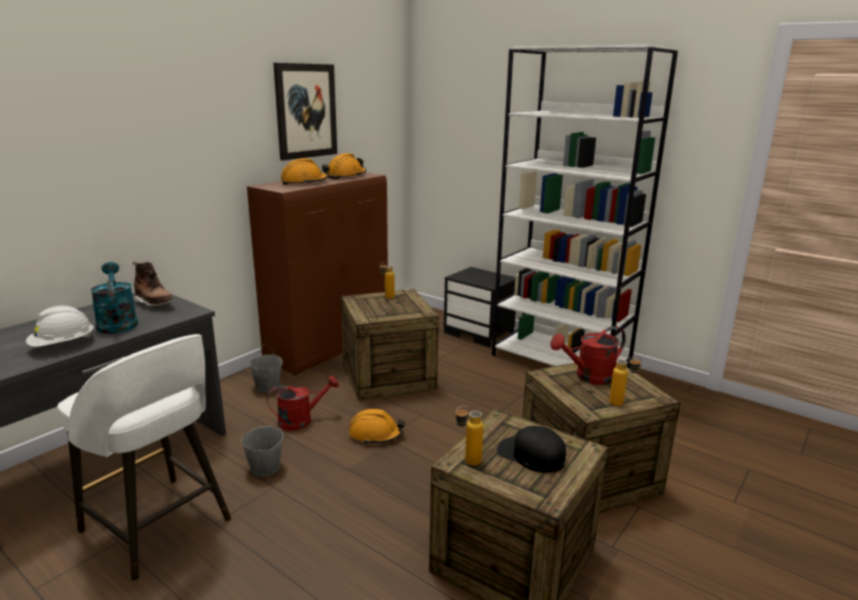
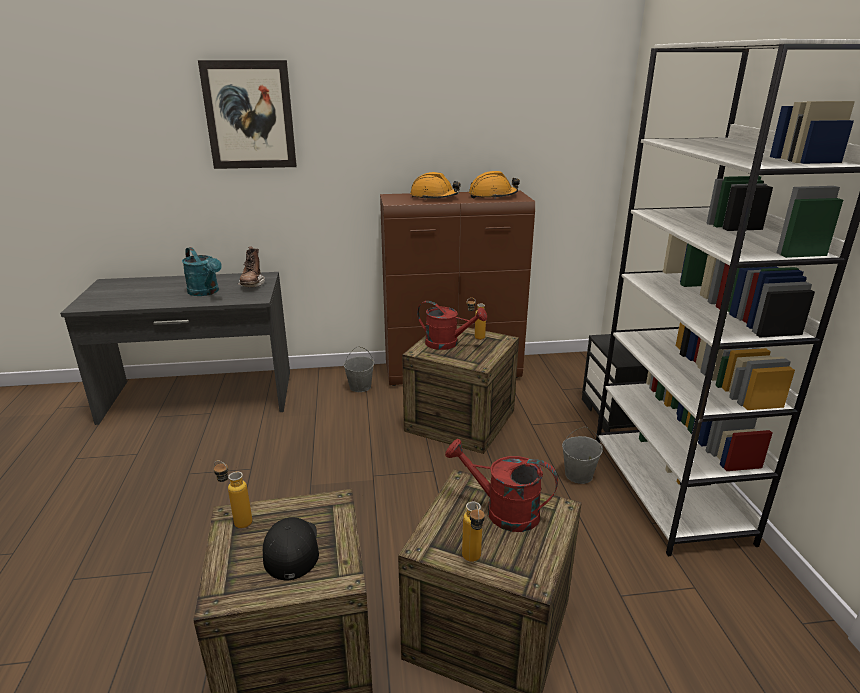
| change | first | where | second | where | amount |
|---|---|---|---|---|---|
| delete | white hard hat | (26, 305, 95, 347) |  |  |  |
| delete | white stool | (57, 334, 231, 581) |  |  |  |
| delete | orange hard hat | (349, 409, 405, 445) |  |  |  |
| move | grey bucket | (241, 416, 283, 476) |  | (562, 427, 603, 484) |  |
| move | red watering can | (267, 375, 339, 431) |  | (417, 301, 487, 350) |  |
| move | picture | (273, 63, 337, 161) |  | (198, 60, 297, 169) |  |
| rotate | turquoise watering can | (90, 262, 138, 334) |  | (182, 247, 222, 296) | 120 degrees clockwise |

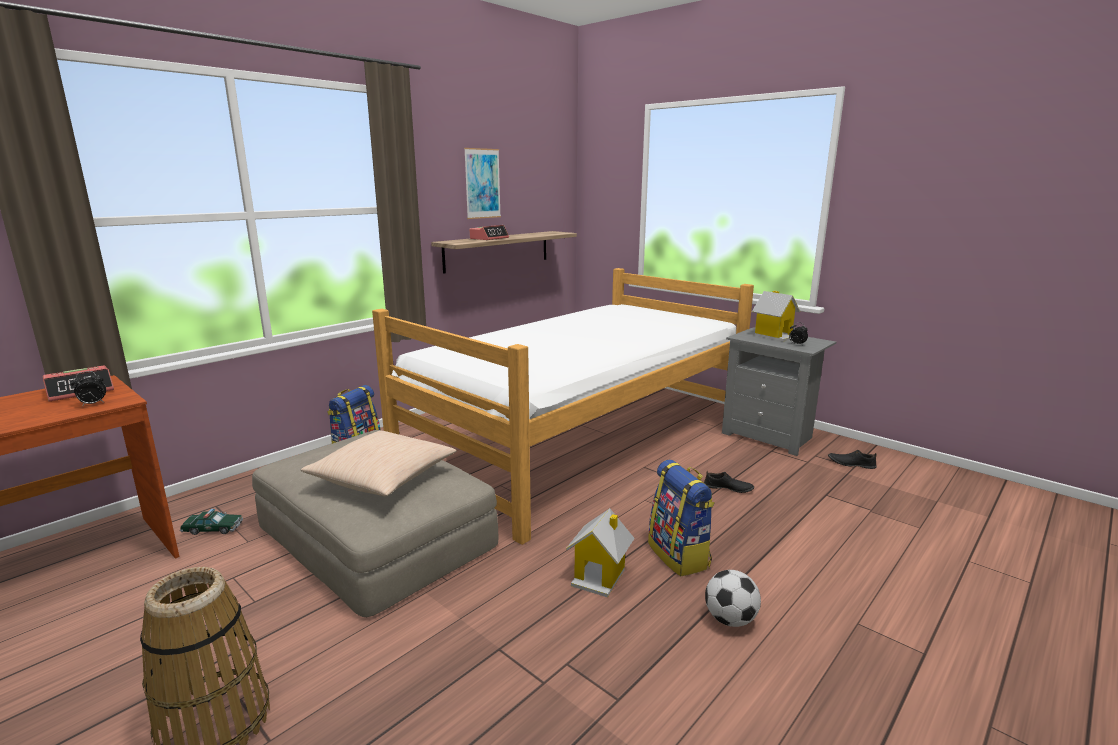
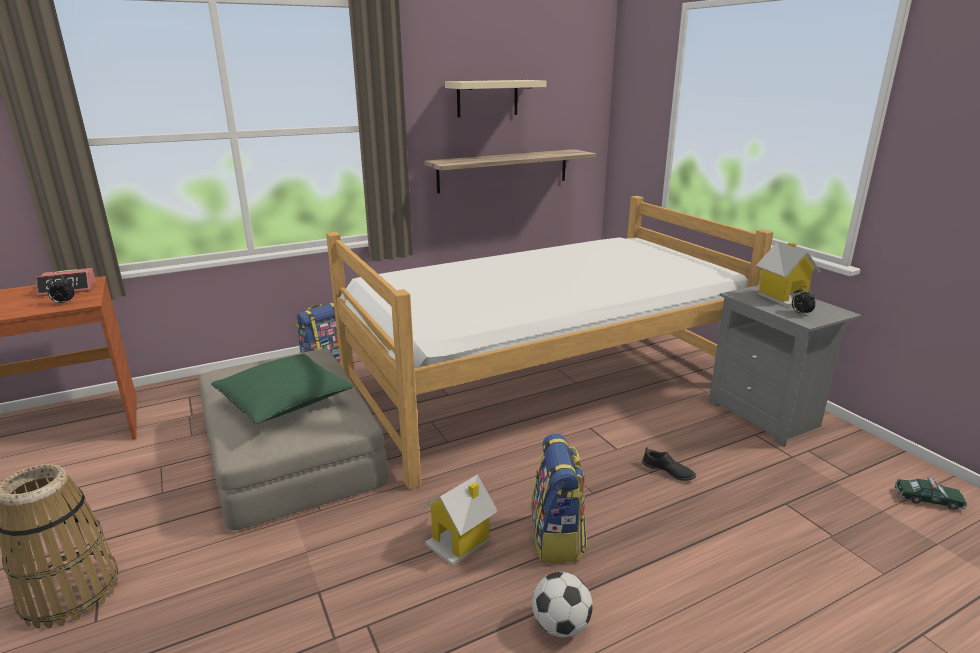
| change | first | where | second | where | amount |
|---|---|---|---|---|---|
| delete | alarm clock | (469, 225, 509, 240) |  |  |  |
| delete | black shoe | (828, 450, 877, 469) |  |  |  |
| move | toy car | (180, 509, 243, 535) |  | (895, 478, 967, 510) |  |
| replace | picture | (464, 148, 501, 219) | beige shelf | (445, 80, 546, 117) |  |
| recolor | beige pillow | (301, 431, 457, 496) | green pillow | (211, 354, 354, 424) |  |

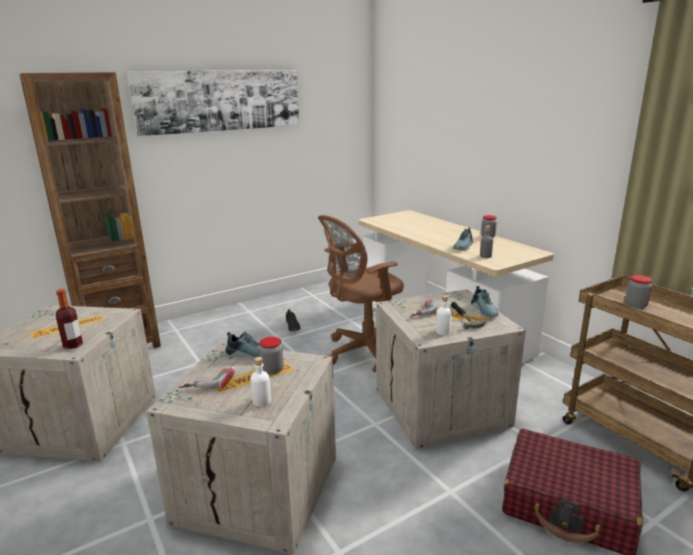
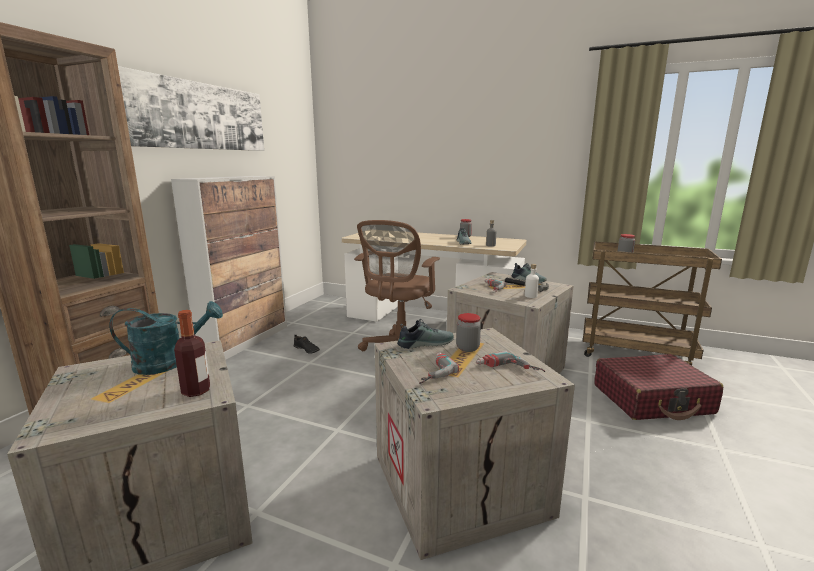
| change | first | where | second | where | amount |
|---|---|---|---|---|---|
| insert |  |  | turquoise watering can | (109, 301, 223, 375) |  |
| insert |  |  | cabinet | (171, 176, 287, 360) |  |
| replace | white bottle | (251, 357, 271, 407) | power drill | (476, 351, 545, 372) |  |

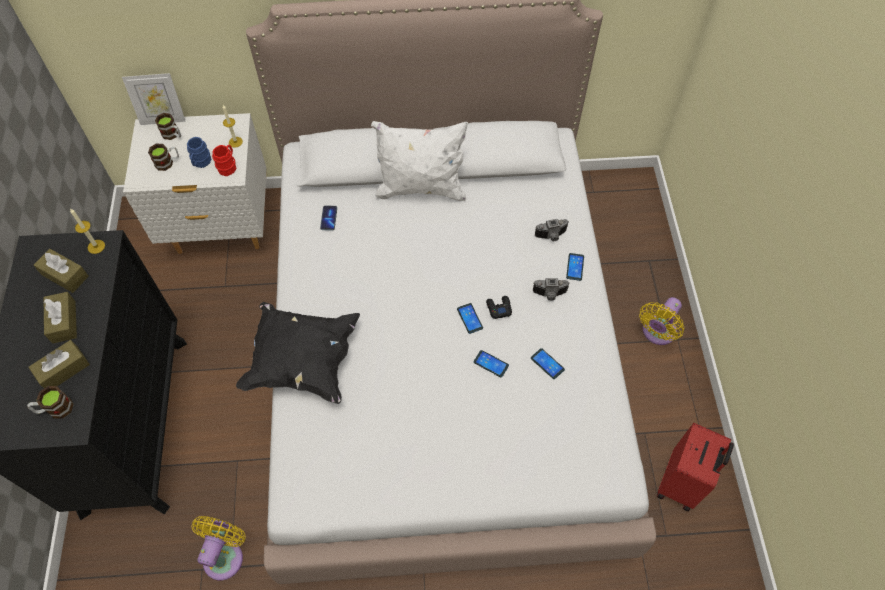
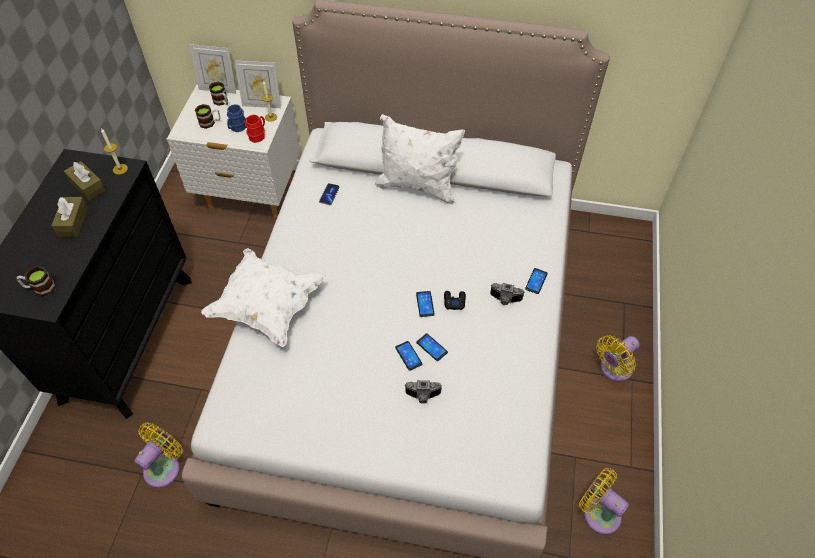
| change | first | where | second | where | amount |
|---|---|---|---|---|---|
| delete | brown tissue box | (28, 340, 90, 388) |  |  |  |
| insert |  |  | picture frame | (234, 60, 281, 108) |  |
| move | phone | (531, 348, 565, 379) |  | (395, 341, 422, 371) |  |
| move | photo camera | (535, 219, 569, 241) |  | (404, 380, 442, 404) |  |
| replace | red suitcase | (657, 423, 734, 511) | yellow fan | (579, 468, 629, 535) |  |
| recolor | black pillow | (236, 302, 360, 404) | white pillow | (201, 248, 326, 347) |  |

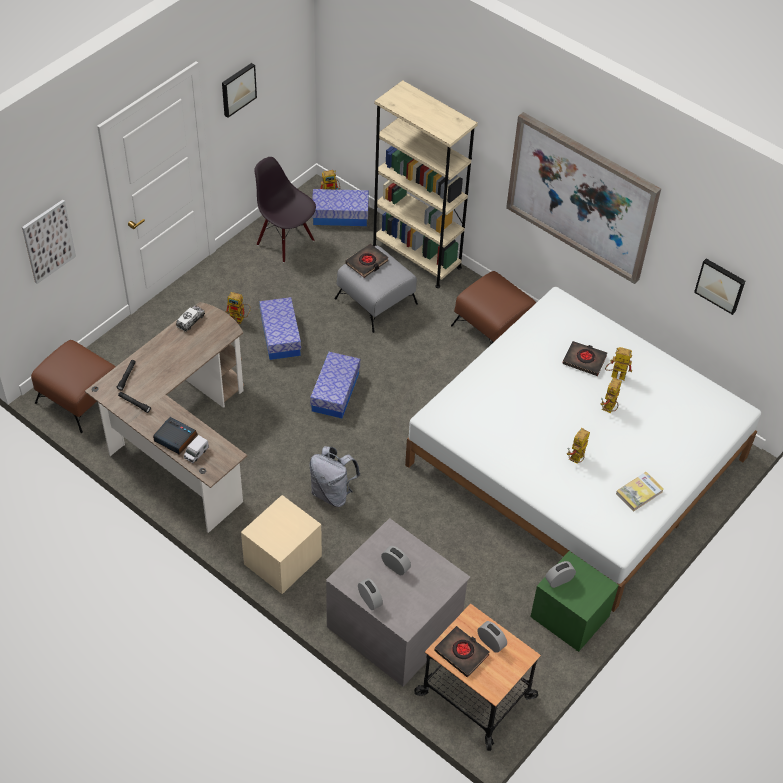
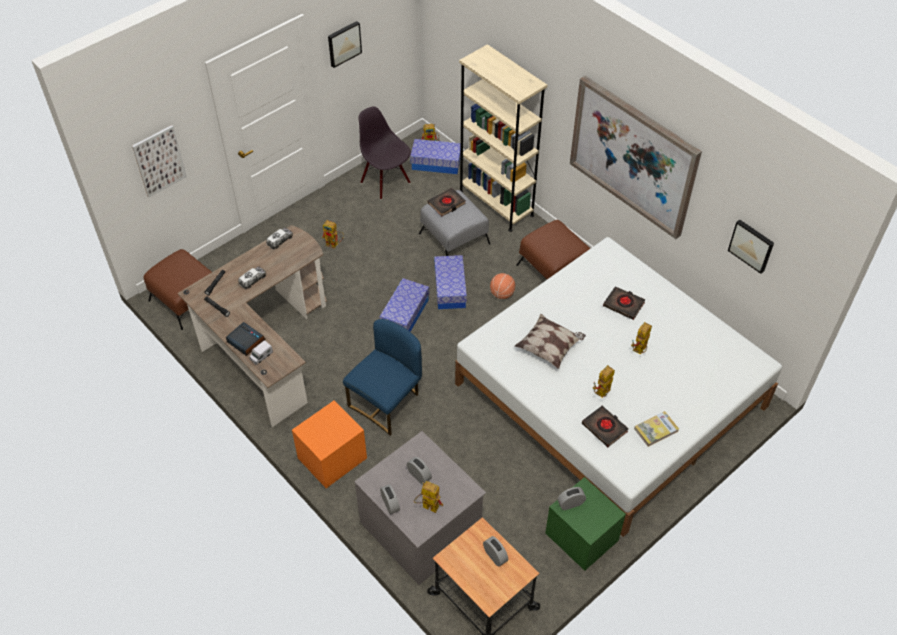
| change | first | where | second | where | amount |
|---|---|---|---|---|---|
| insert |  |  | toy truck | (238, 267, 267, 290) |  |
| insert |  |  | basketball | (490, 273, 515, 299) |  |
| insert |  |  | pillow | (515, 314, 586, 369) |  |
| move | storage box | (259, 297, 301, 360) |  | (434, 255, 467, 309) |  |
| move | black book | (434, 626, 490, 677) |  | (582, 406, 629, 447) |  |
| move | toy robot | (605, 347, 632, 380) |  | (414, 481, 443, 513) |  |
| replace | grey backpack | (310, 446, 360, 507) | blue chair | (343, 319, 422, 435) |  |
| recolor | beige nightstand | (241, 495, 322, 594) | orange nightstand | (292, 400, 367, 488) |  |

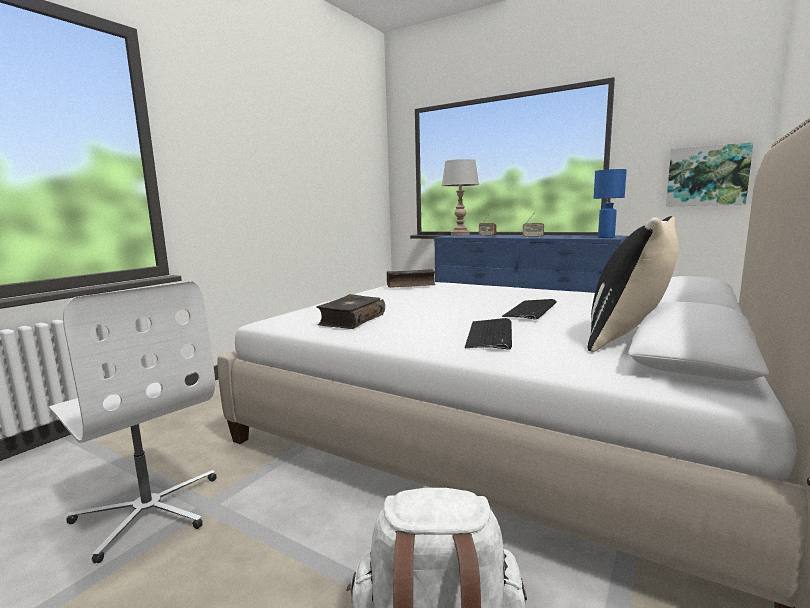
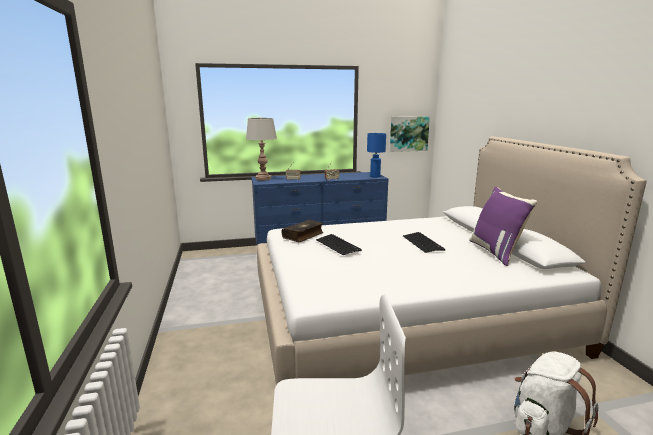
| change | first | where | second | where | amount |
|---|---|---|---|---|---|
| delete | book | (317, 294, 385, 329) |  |  |  |
| move | keyboard | (465, 318, 512, 349) |  | (316, 234, 362, 255) |  |
| recolor | black pillow | (588, 216, 679, 352) | purple pillow | (469, 187, 538, 266) |  |

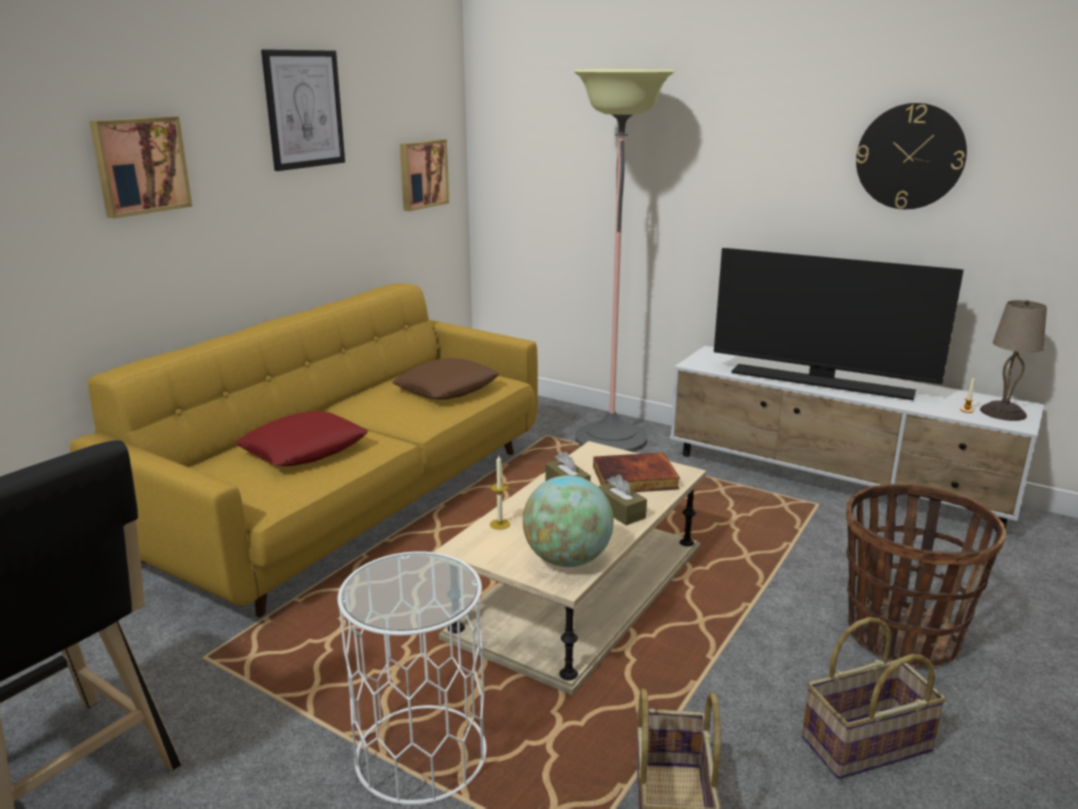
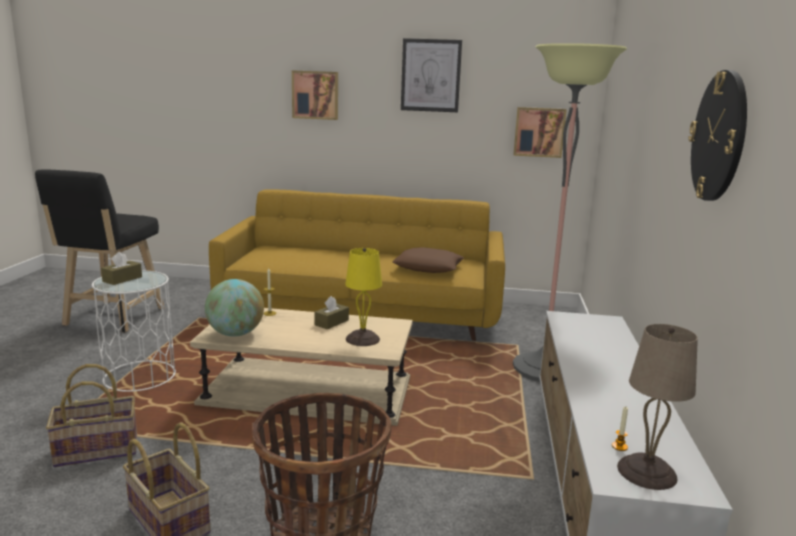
| change | first | where | second | where | amount |
|---|---|---|---|---|---|
| delete | red pillow | (235, 411, 368, 466) |  |  |  |
| delete | television | (714, 248, 964, 401) |  |  |  |
| move | brown tissue box | (598, 474, 647, 525) |  | (101, 252, 142, 285) |  |
| replace | book | (593, 452, 680, 492) | yellow table lamp | (345, 248, 382, 346) |  |

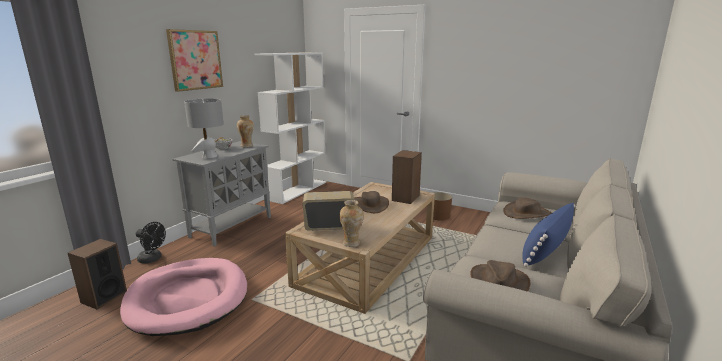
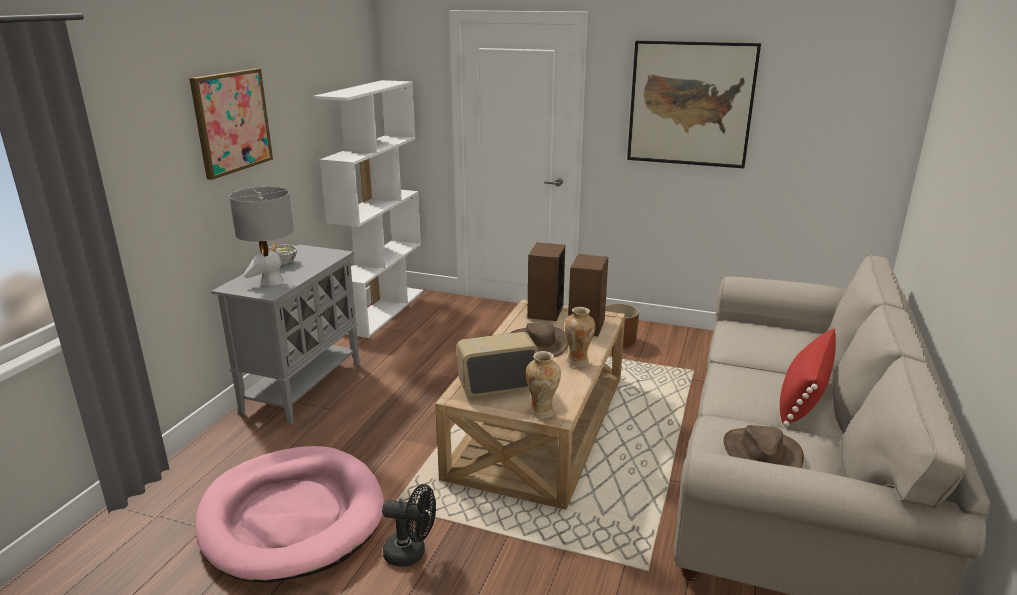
| change | first | where | second | where | amount |
|---|---|---|---|---|---|
| delete | brown hat | (503, 198, 551, 219) |  |  |  |
| insert |  |  | picture | (627, 41, 761, 168) |  |
| move | speaker | (68, 239, 127, 309) |  | (527, 243, 565, 321) |  |
| move | black fan | (136, 222, 166, 264) |  | (382, 484, 436, 567) |  |
| move | vase | (237, 115, 254, 147) |  | (565, 307, 596, 367) |  |
| recolor | blue pillow | (523, 202, 575, 267) | red pillow | (780, 328, 837, 427) |  |

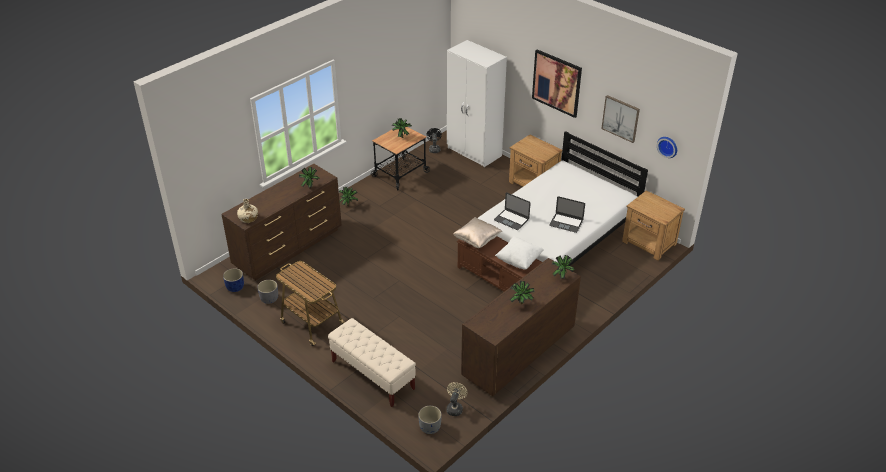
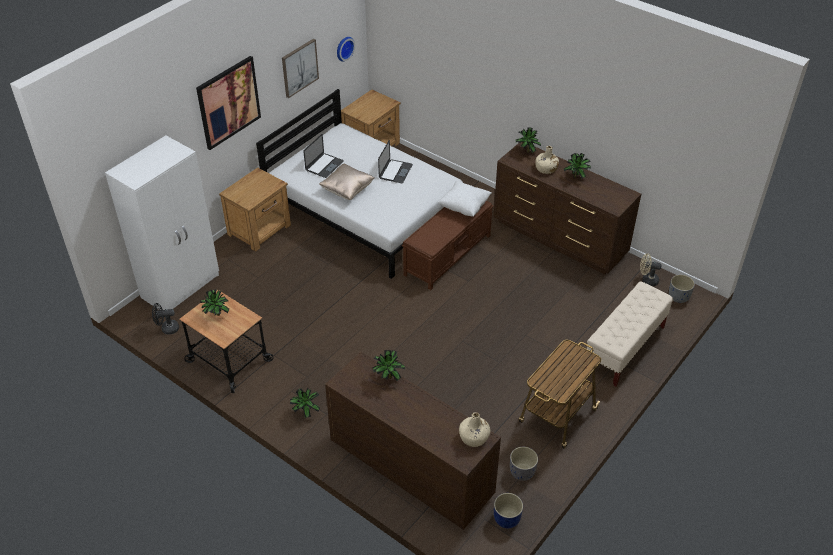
| change | first | where | second | where | amount |
|---|---|---|---|---|---|
| insert |  |  | beige bottle | (535, 146, 559, 174) |  |
| move | beige pillow | (453, 217, 502, 248) |  | (319, 164, 374, 200) |  |
| move | laptop | (494, 192, 531, 230) |  | (304, 134, 344, 178) |  |

